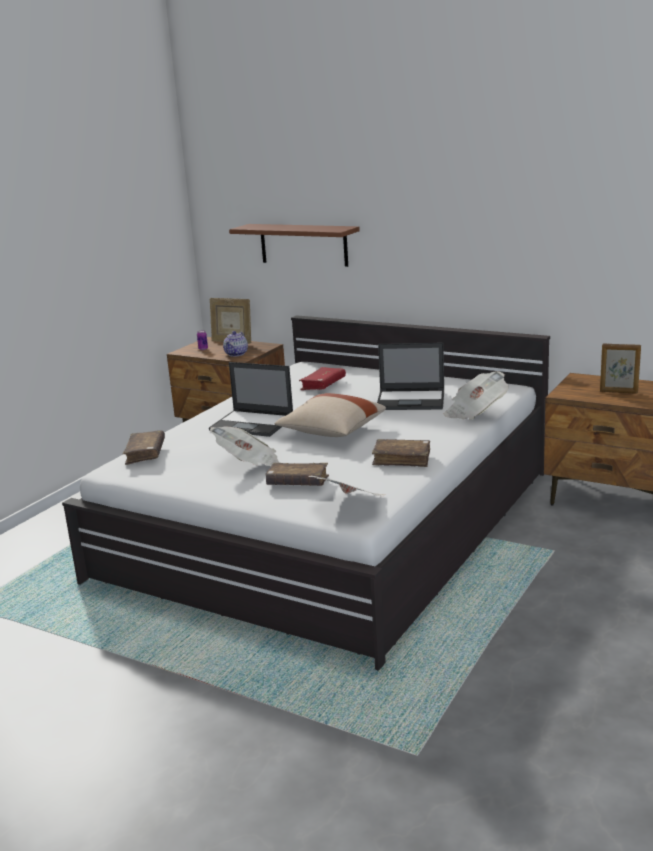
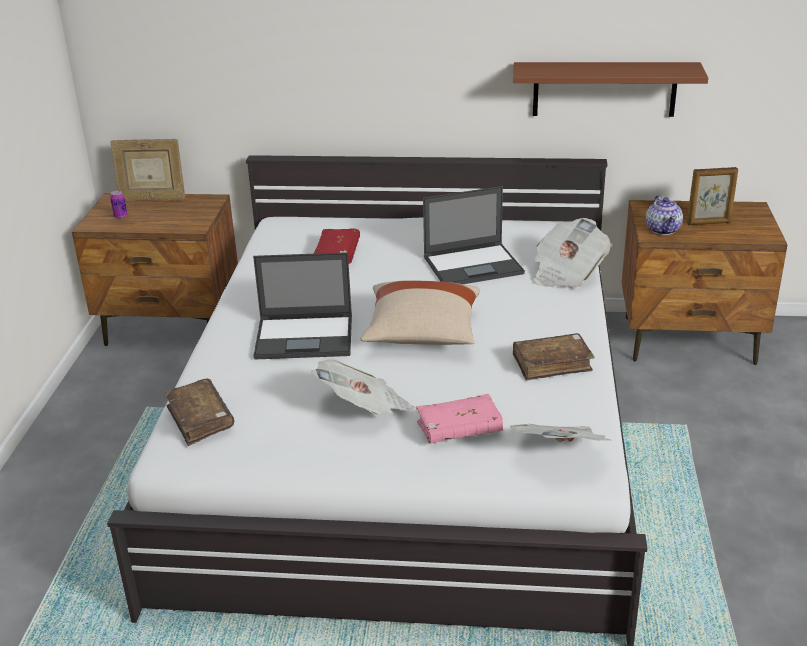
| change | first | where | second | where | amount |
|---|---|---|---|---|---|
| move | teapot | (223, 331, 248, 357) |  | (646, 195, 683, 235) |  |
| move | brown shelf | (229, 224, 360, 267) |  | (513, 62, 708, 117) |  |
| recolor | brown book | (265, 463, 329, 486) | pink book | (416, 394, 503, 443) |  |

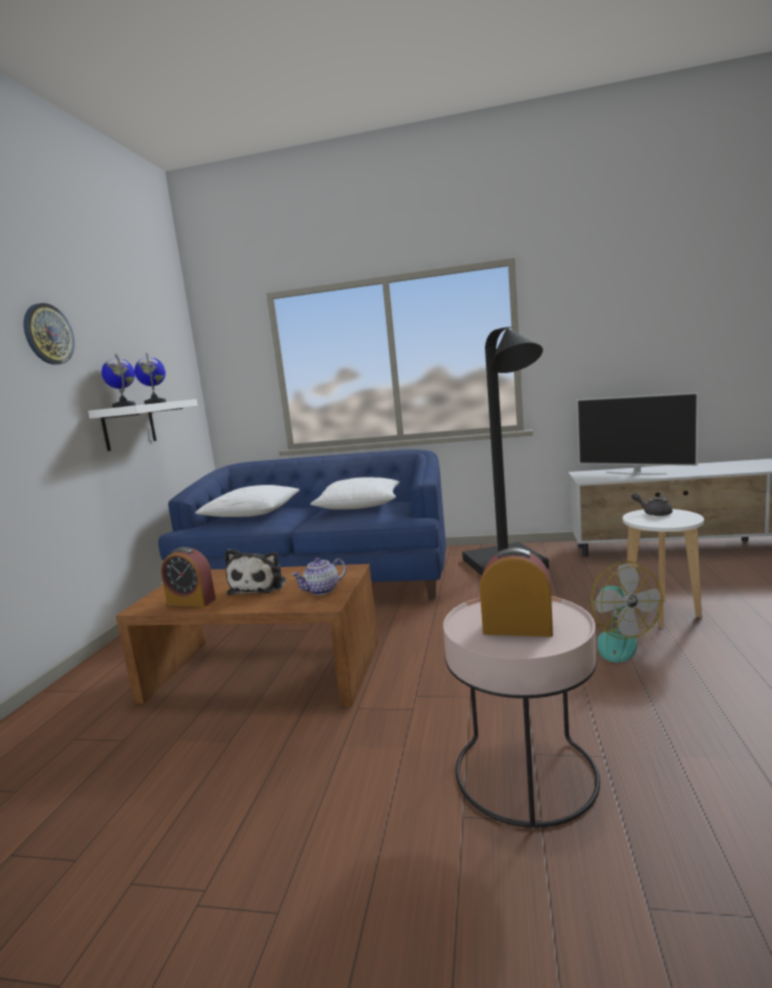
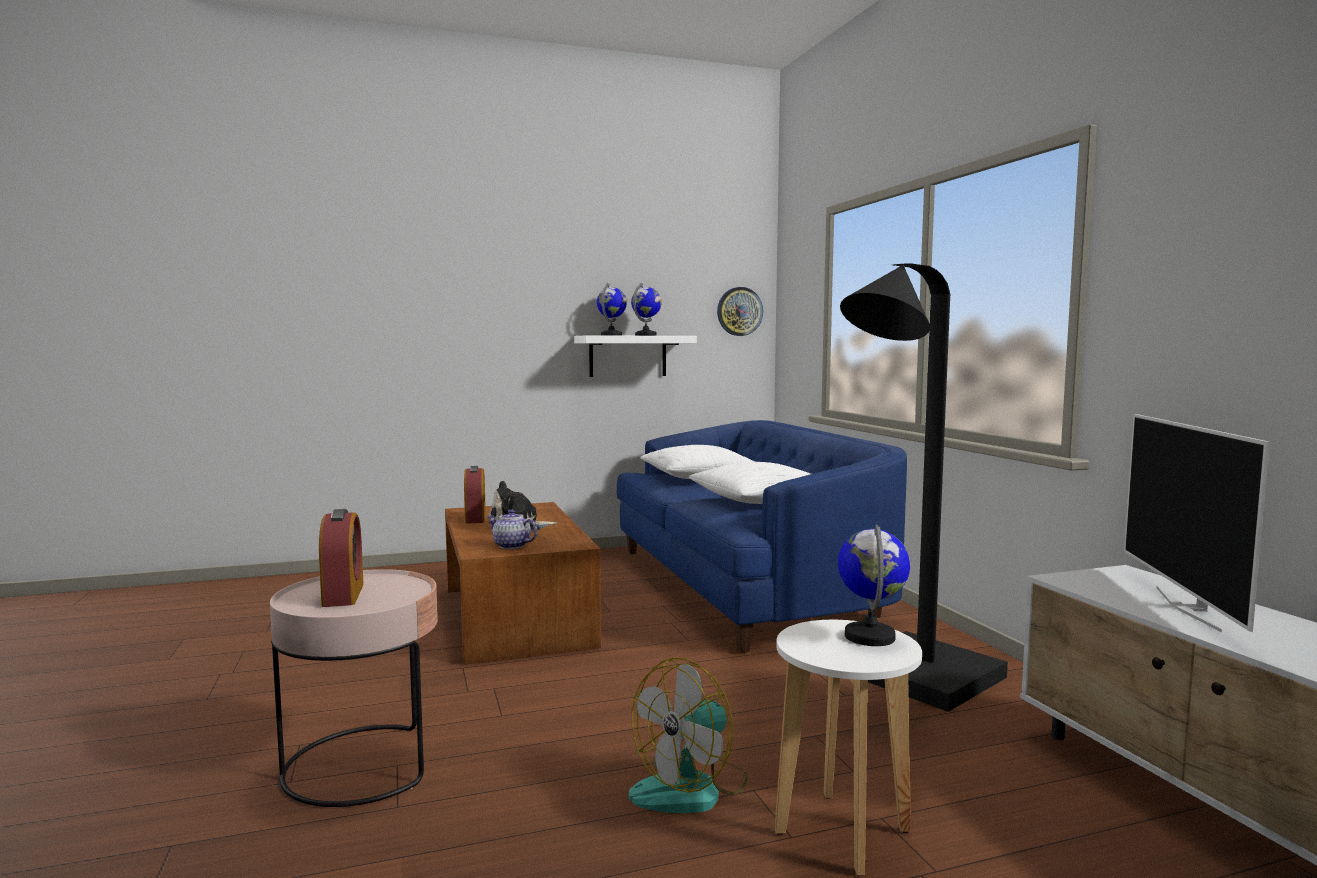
| change | first | where | second | where | amount |
|---|---|---|---|---|---|
| move | wall clock | (23, 303, 75, 365) |  | (717, 287, 763, 336) |  |
| replace | grey teapot | (631, 493, 672, 516) | globe | (838, 524, 910, 646) |  |

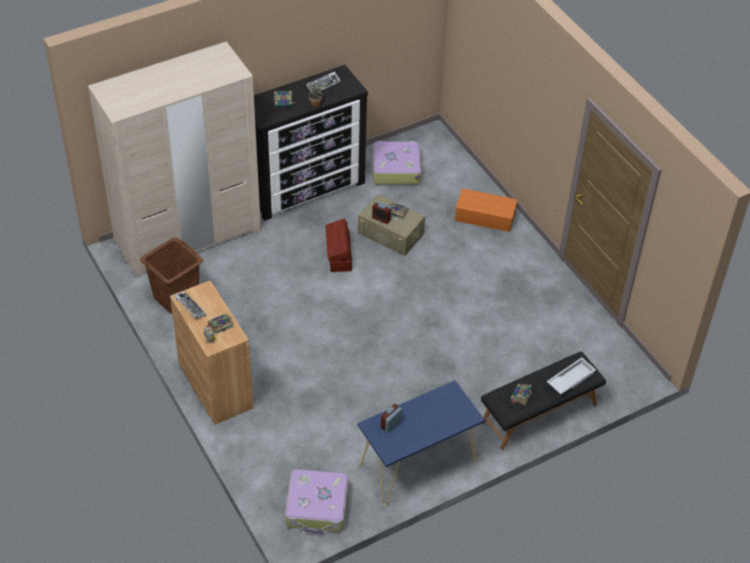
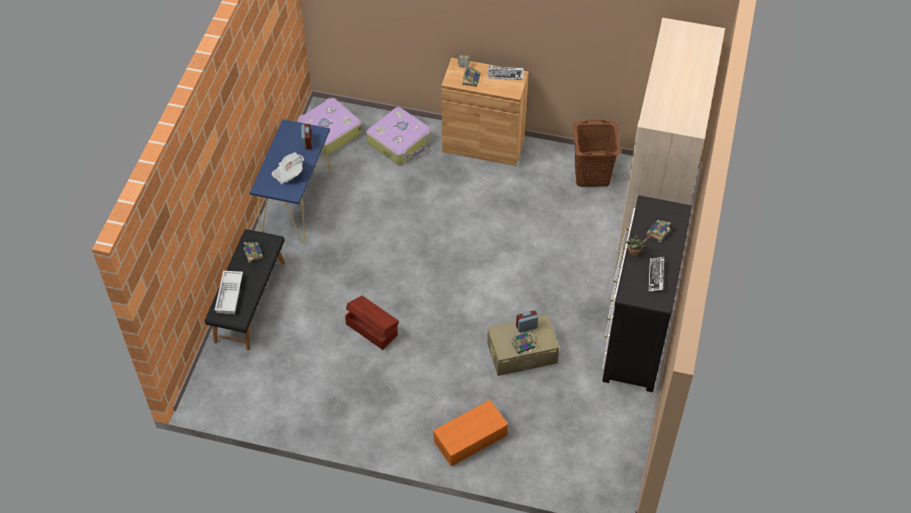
| change | first | where | second | where | amount |
|---|---|---|---|---|---|
| insert |  |  | newspaper | (272, 152, 304, 184) |  |
| move | brown storage box | (325, 218, 352, 272) |  | (345, 296, 399, 350) |  |
| move | suitcase | (372, 141, 421, 185) |  | (366, 107, 431, 165) |  |

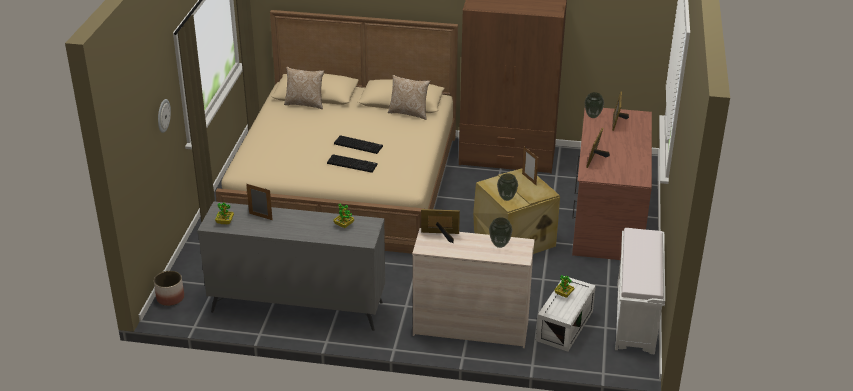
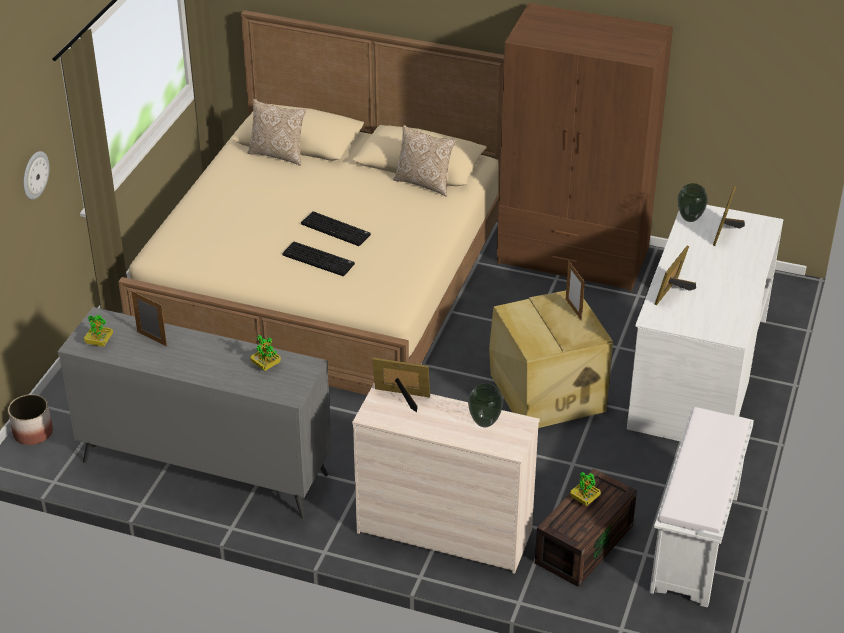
| change | first | where | second | where | amount |
|---|---|---|---|---|---|
| delete | vase | (497, 173, 518, 201) |  |  |  |
| recolor | white storage box | (536, 276, 596, 352) | brown storage box | (535, 469, 637, 587) |  |
| recolor | brown desk | (572, 108, 652, 260) | white desk | (627, 205, 784, 442) |  |

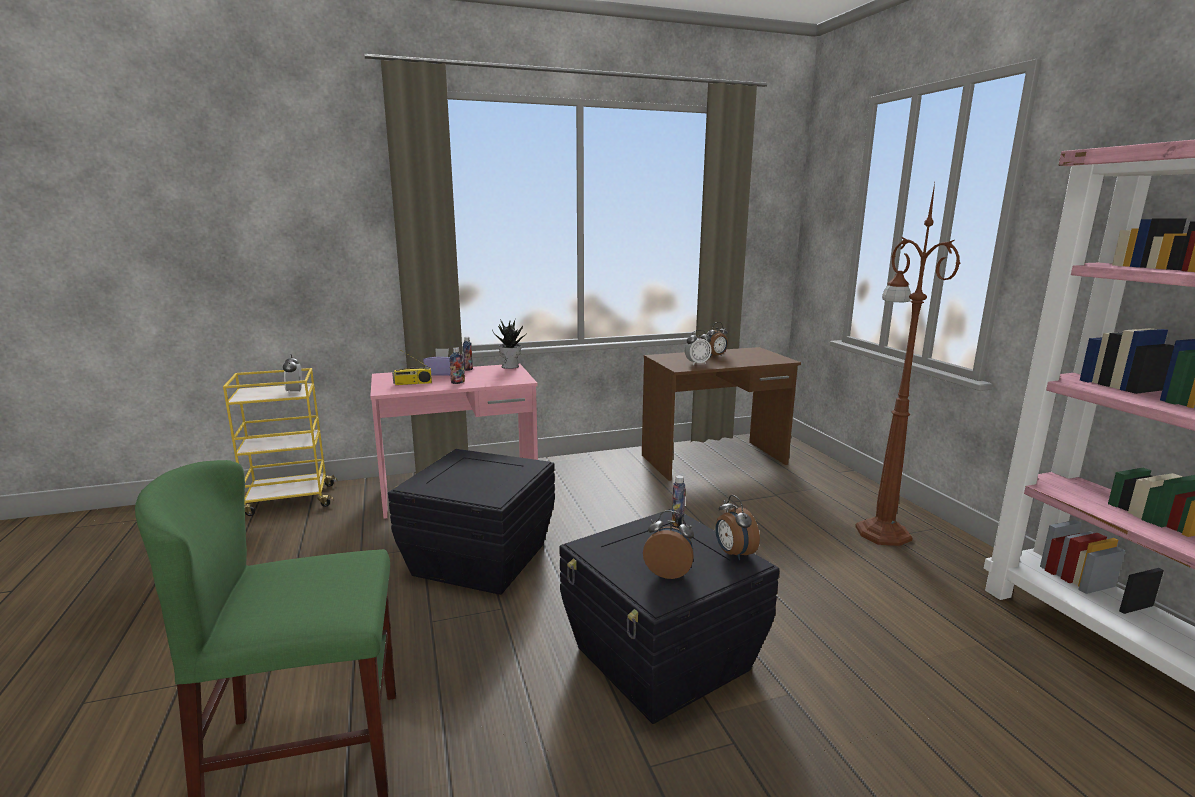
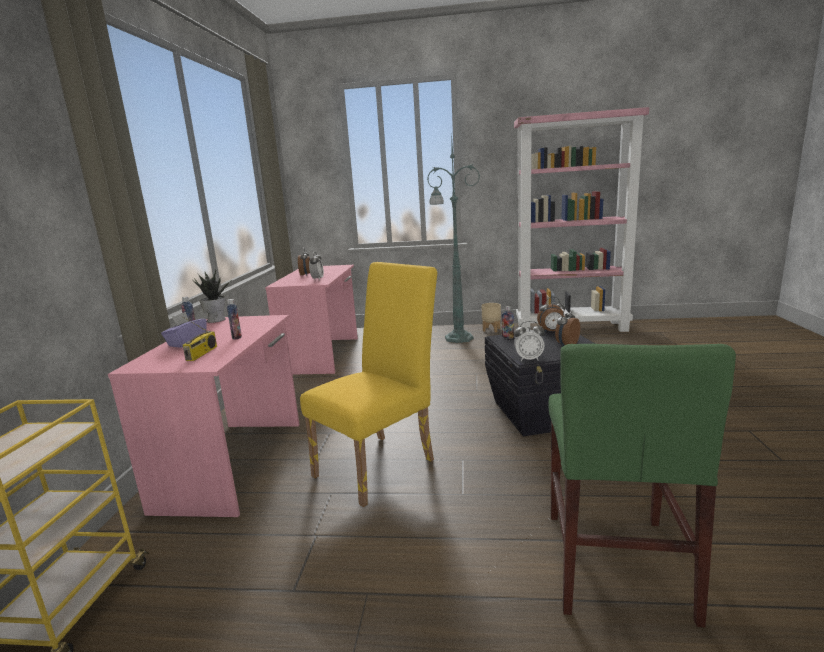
| change | first | where | second | where | amount |
|---|---|---|---|---|---|
| insert |  |  | beige planter | (482, 303, 501, 333) |  |
| move | alarm clock | (283, 354, 302, 395) |  | (514, 321, 545, 361) |  |
| replace | black storage box | (388, 449, 555, 595) | yellow chair | (300, 262, 437, 507) |  |
| recolor | brown desk | (642, 347, 801, 481) | pink desk | (265, 265, 358, 375) |  |
| recolor | brown floor lamp | (855, 183, 961, 546) | green floor lamp | (427, 144, 480, 343) |  |

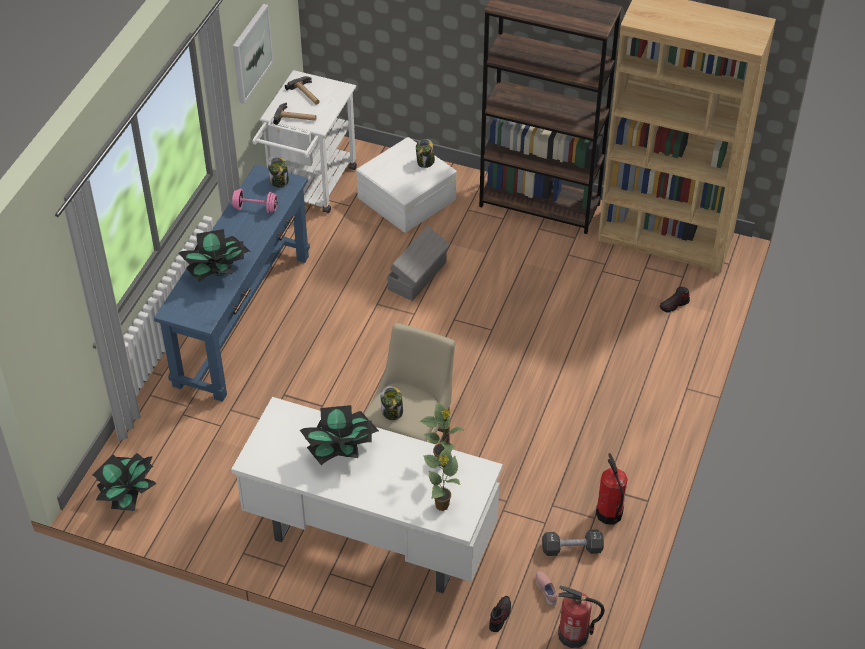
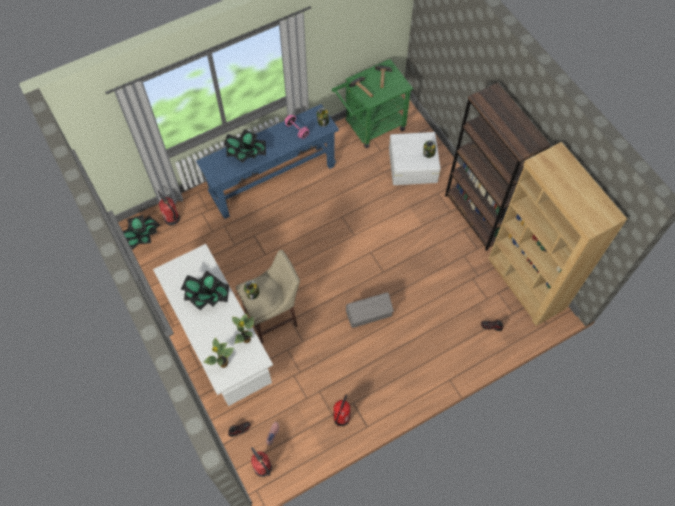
| change | first | where | second | where | amount |
|---|---|---|---|---|---|
| delete | picture | (233, 4, 274, 104) |  |  |  |
| delete | black dumbbell | (542, 530, 604, 556) |  |  |  |
| insert |  |  | fire extinguisher | (158, 190, 180, 226) |  |
| move | grey storage box | (387, 226, 450, 301) |  | (346, 292, 394, 328) |  |
| recolor | white cart | (252, 70, 357, 213) | green cart | (332, 59, 413, 148) |  |

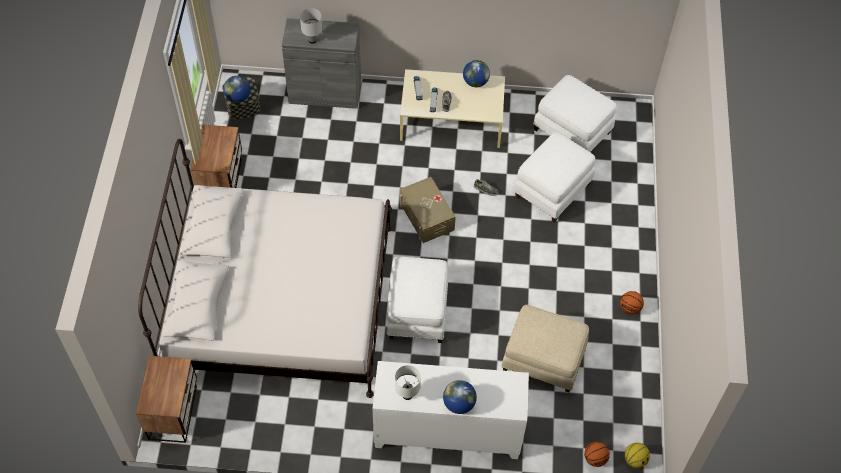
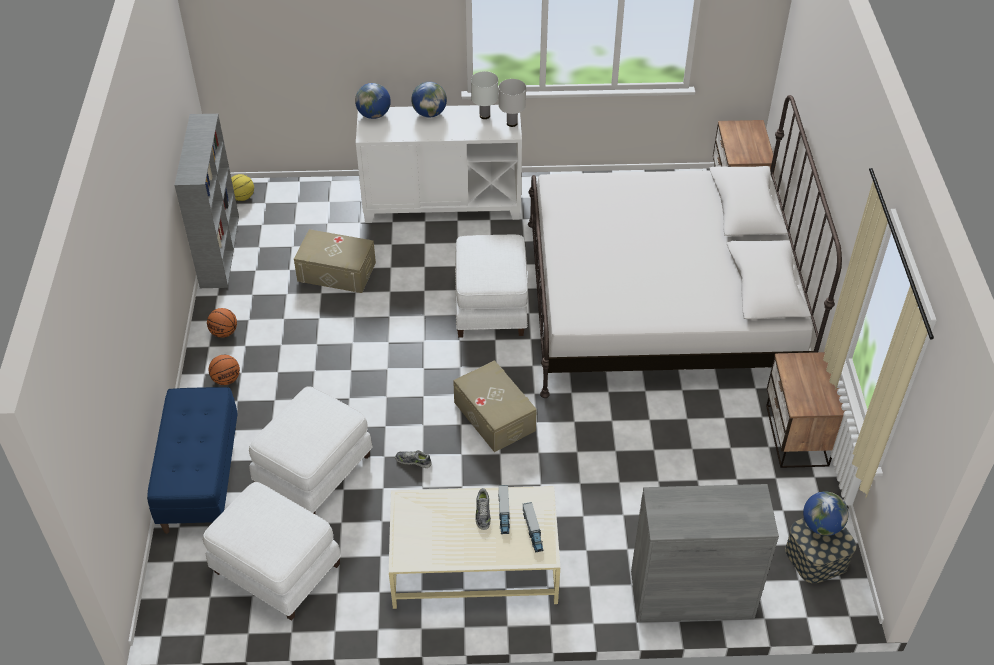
| change | first | where | second | where | amount |
|---|---|---|---|---|---|
| insert |  |  | blue bench | (147, 387, 238, 534) |  |
| insert |  |  | grey bookcase | (175, 114, 239, 288) |  |
| move | white table lamp | (300, 8, 322, 44) |  | (499, 79, 526, 127) |  |
| move | globe | (463, 60, 490, 87) |  | (355, 83, 391, 119) |  |
| move | basketball | (584, 441, 610, 467) |  | (208, 355, 240, 385) |  |
| replace | beige ottoman | (502, 305, 589, 392) | beige storage box | (294, 229, 376, 293) |  |

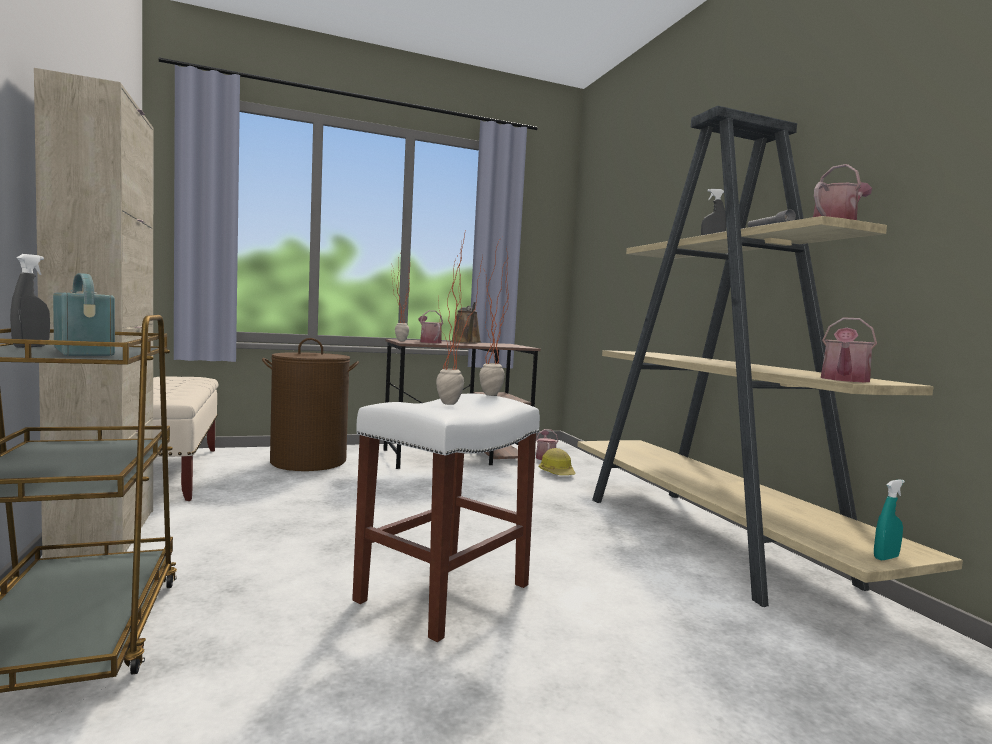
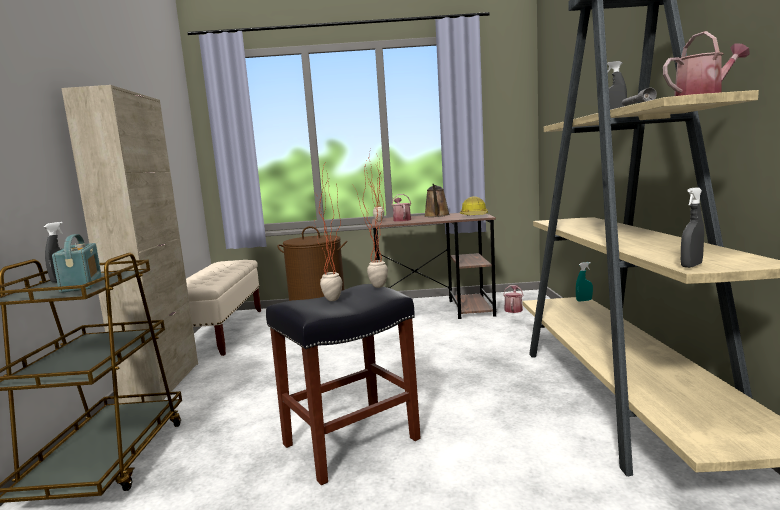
| change | first | where | second | where | amount |
|---|---|---|---|---|---|
| move | hard hat | (539, 448, 576, 475) |  | (460, 196, 488, 215) |  |
| move | turquoise spray bottle | (874, 479, 905, 560) |  | (576, 262, 593, 302) |  |
| replace | watering can | (821, 317, 877, 383) | grey spray bottle | (681, 187, 704, 268) |  |
| recolor | white stool | (352, 394, 540, 642) | black stool | (266, 284, 421, 485) |  |

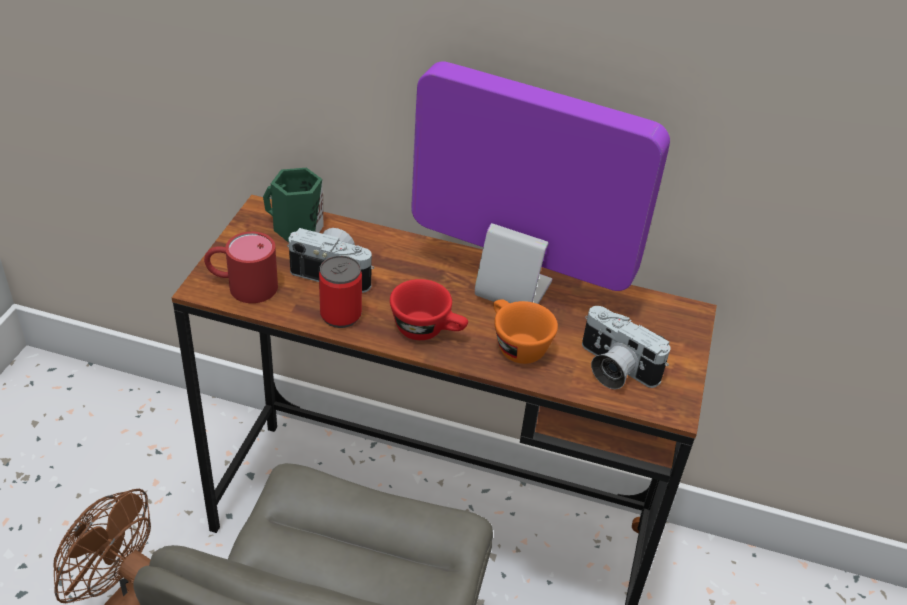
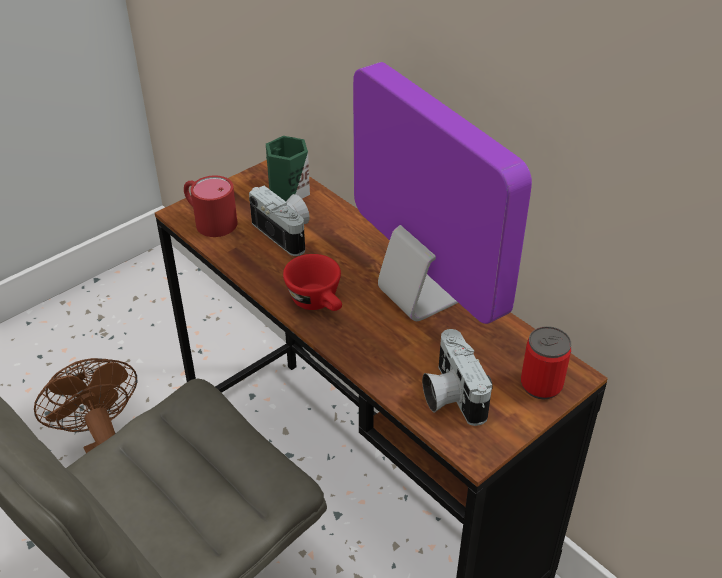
| change | first | where | second | where | amount |
|---|---|---|---|---|---|
| delete | orange cup | (493, 299, 558, 364) |  |  |  |
| move | can | (319, 256, 362, 328) |  | (521, 326, 571, 399) |  |

